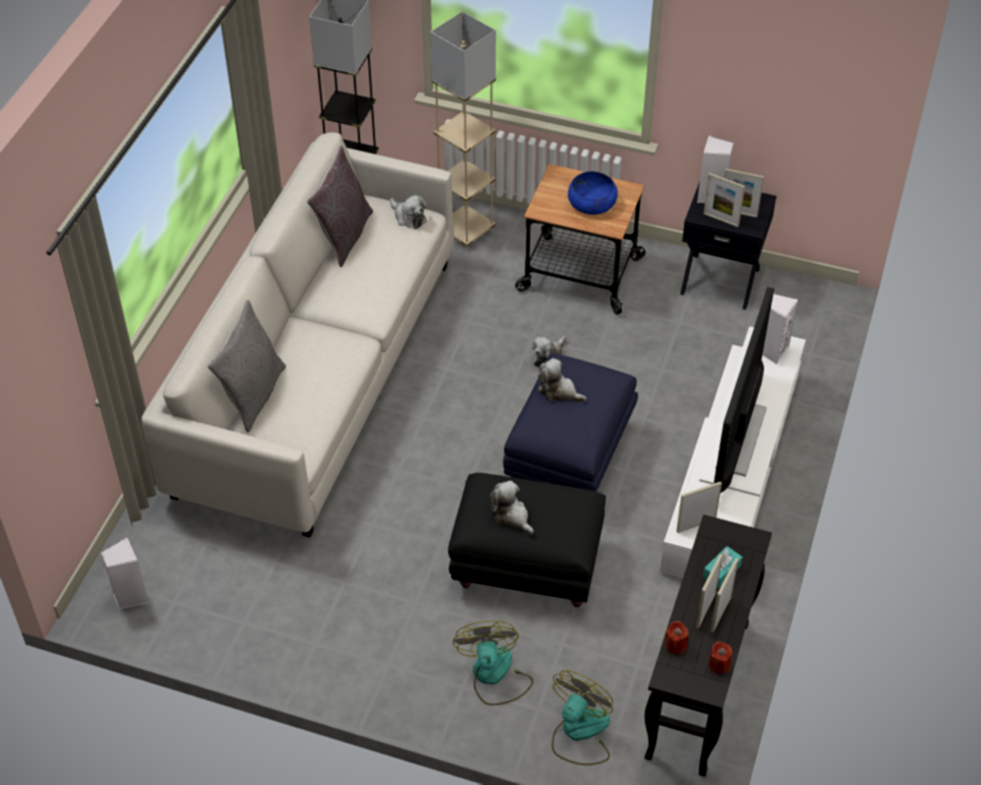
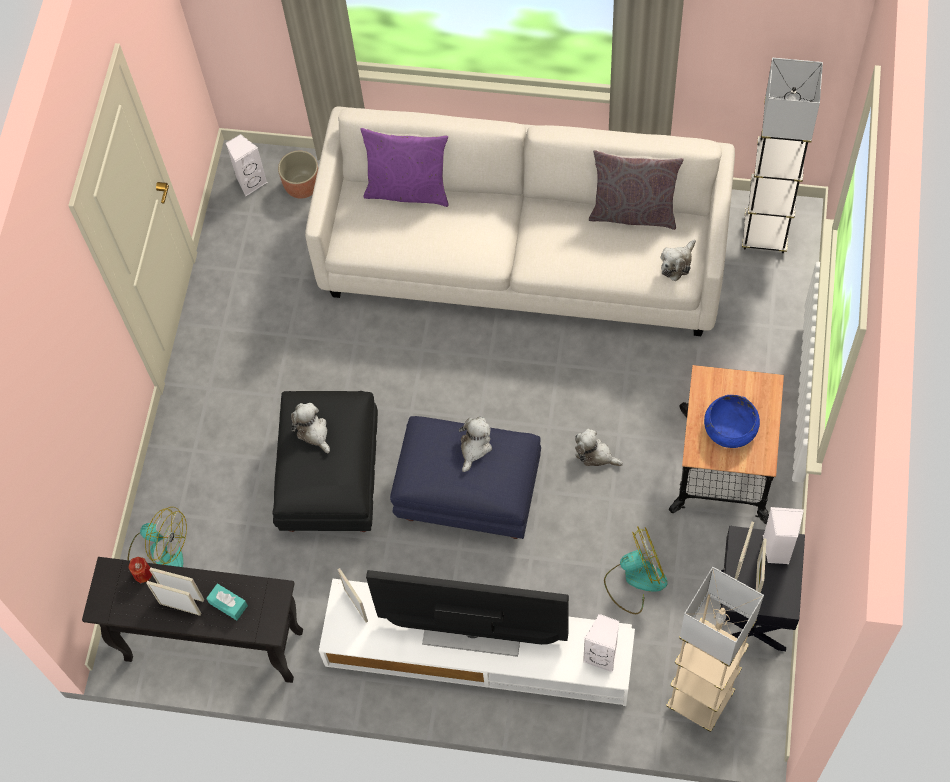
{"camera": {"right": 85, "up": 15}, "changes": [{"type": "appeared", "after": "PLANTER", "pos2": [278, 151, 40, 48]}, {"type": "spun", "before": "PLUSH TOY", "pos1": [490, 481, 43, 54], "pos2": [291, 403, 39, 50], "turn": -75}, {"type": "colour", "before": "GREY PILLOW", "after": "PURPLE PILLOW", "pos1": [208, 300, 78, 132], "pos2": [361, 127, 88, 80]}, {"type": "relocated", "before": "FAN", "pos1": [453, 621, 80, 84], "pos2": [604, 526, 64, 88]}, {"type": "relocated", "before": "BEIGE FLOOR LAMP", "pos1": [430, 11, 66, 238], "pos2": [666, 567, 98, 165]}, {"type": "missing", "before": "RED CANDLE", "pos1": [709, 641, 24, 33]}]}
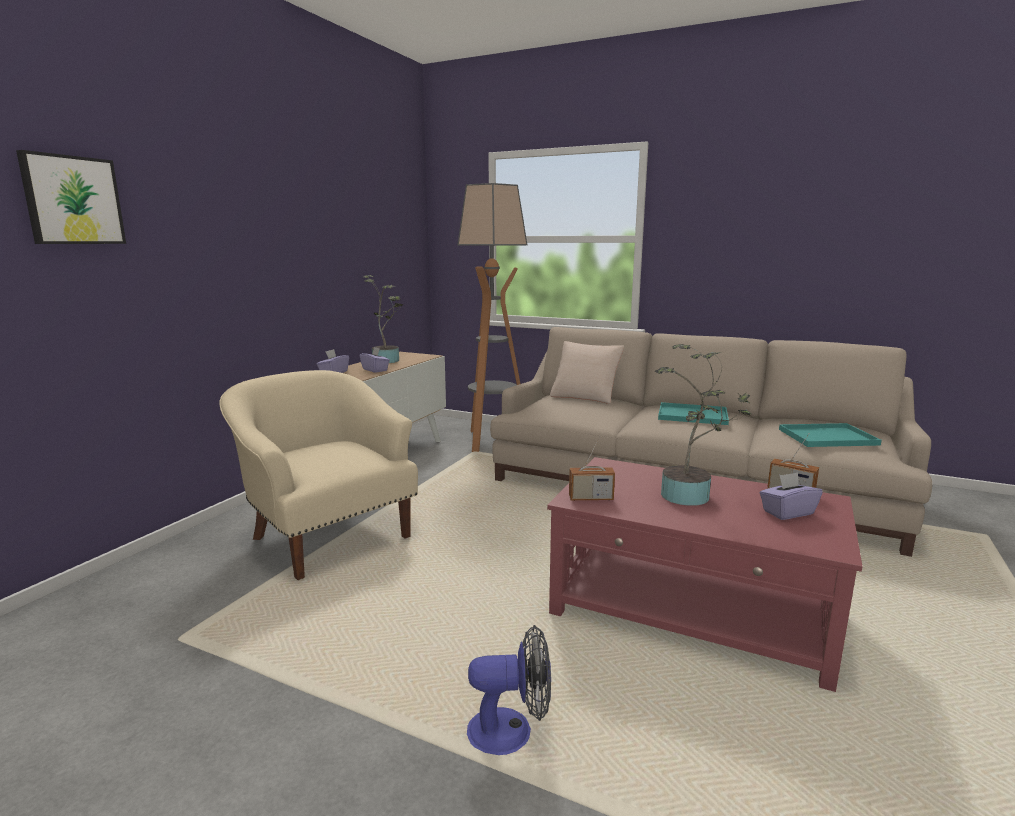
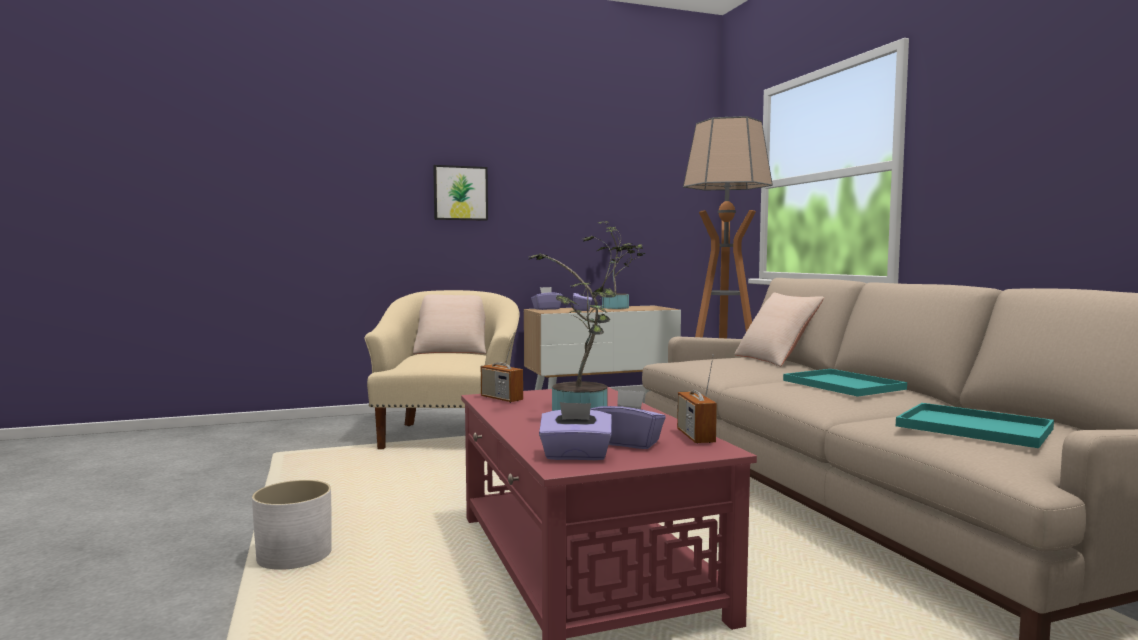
{"camera": {"right": 45, "up": -10}, "changes": [{"type": "exchanged", "before": "FAN", "after": "WHITE PLANTER", "pos1": [467, 625, 84, 130], "pos2": [252, 480, 80, 90]}, {"type": "appeared", "after": "BEIGE PILLOW", "pos2": [413, 294, 73, 60]}, {"type": "relocated", "before": "PICTURE", "pos1": [16, 150, 110, 94], "pos2": [433, 165, 55, 56]}, {"type": "appeared", "after": "PURPLE TISSUE BOX", "pos2": [539, 402, 73, 58]}]}
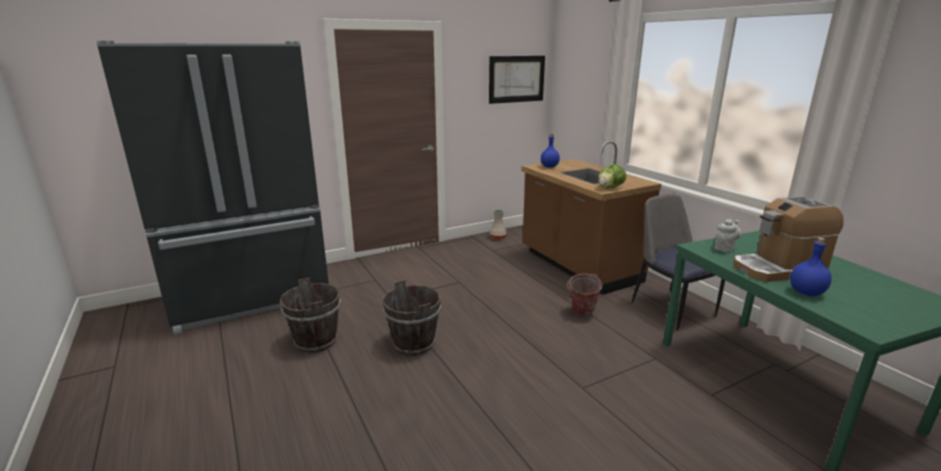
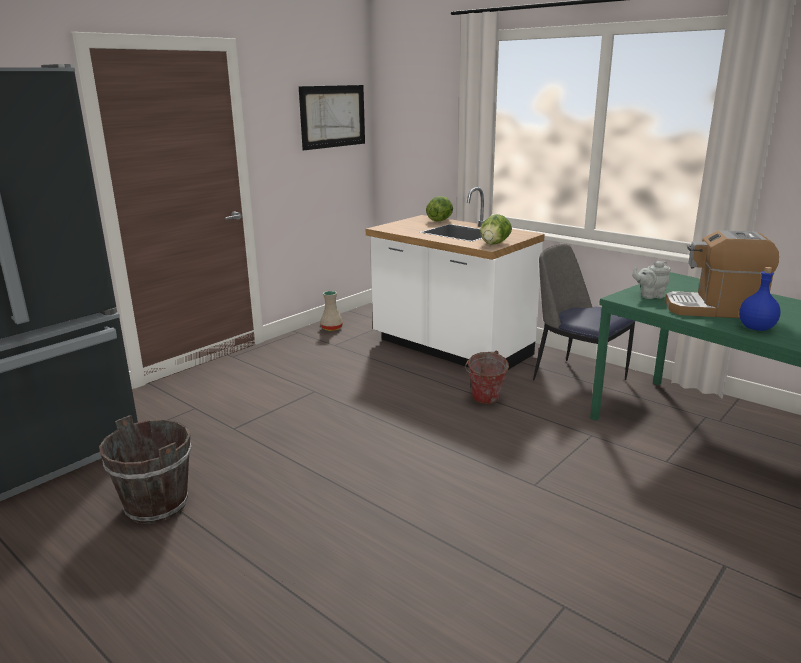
{"camera": {"right": -20, "up": 0}, "changes": [{"type": "colour", "before": "BROWN COUNTER", "after": "WHITE COUNTER", "pos1": [521, 141, 140, 154], "pos2": [366, 187, 179, 183]}, {"type": "appeared", "after": "LETTUCE", "pos2": [426, 196, 27, 26]}, {"type": "spun", "before": "GREY TEAPOT", "pos1": [714, 219, 28, 34], "pos2": [632, 261, 39, 38], "turn": -120}, {"type": "spun", "before": "COFFEE MACHINE", "pos1": [733, 196, 111, 86], "pos2": [665, 230, 114, 88], "turn": 45}, {"type": "missing", "before": "BROWN BUCKET", "pos1": [382, 280, 59, 75]}, {"type": "missing", "before": "BLUE BOTTLE", "pos1": [541, 134, 19, 34]}]}
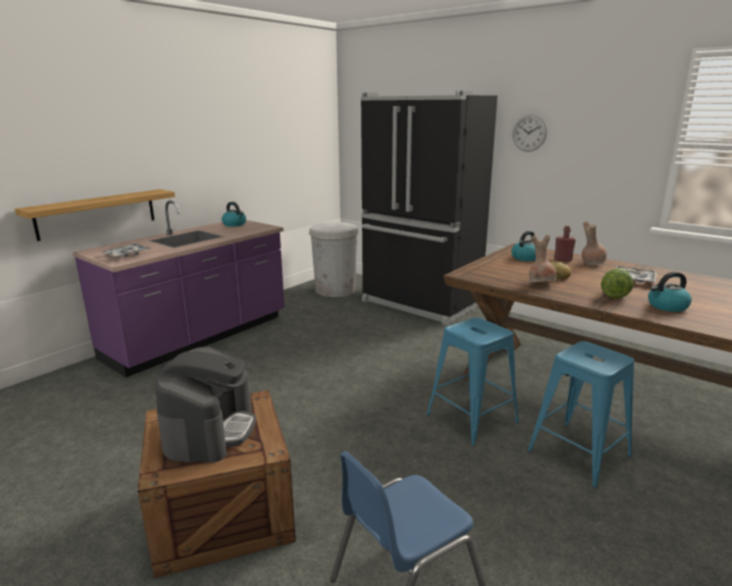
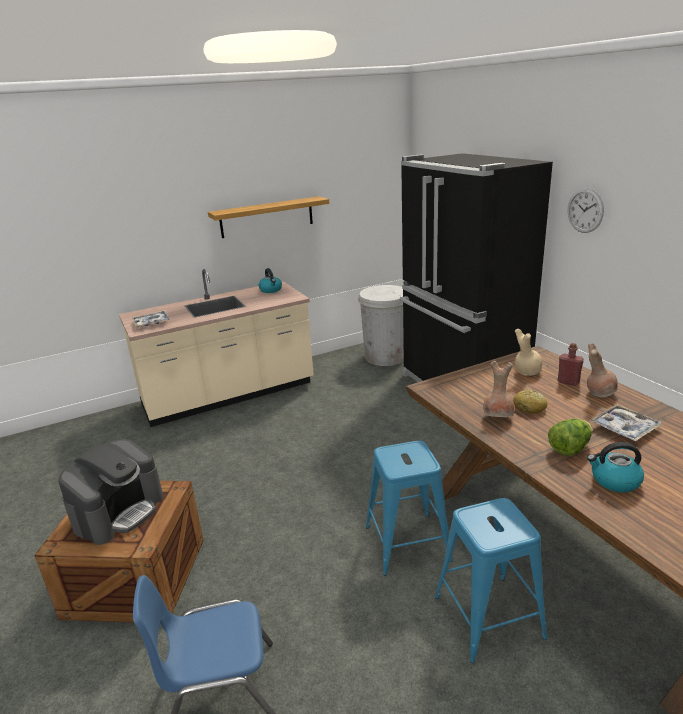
{"camera": {"right": 25, "up": 5}, "changes": [{"type": "colour", "before": "PURPLE COUNTER", "after": "BEIGE COUNTER", "pos1": [72, 200, 213, 177], "pos2": [119, 269, 195, 158]}, {"type": "relocated", "before": "SHELF", "pos1": [15, 189, 160, 52], "pos2": [208, 196, 121, 42]}, {"type": "exchanged", "before": "KETTLE", "after": "BEIGE VASE", "pos1": [511, 231, 28, 30], "pos2": [514, 329, 28, 47]}]}
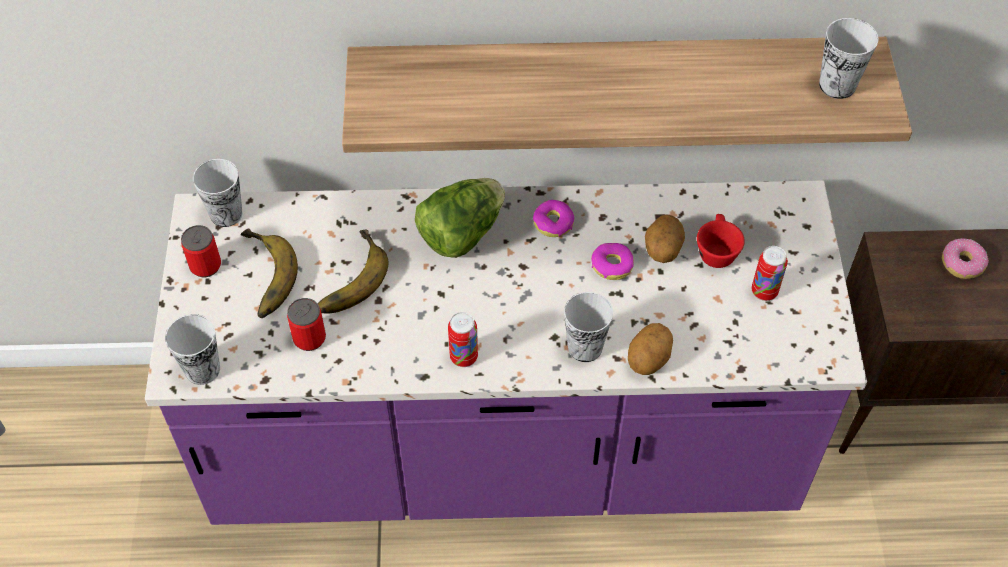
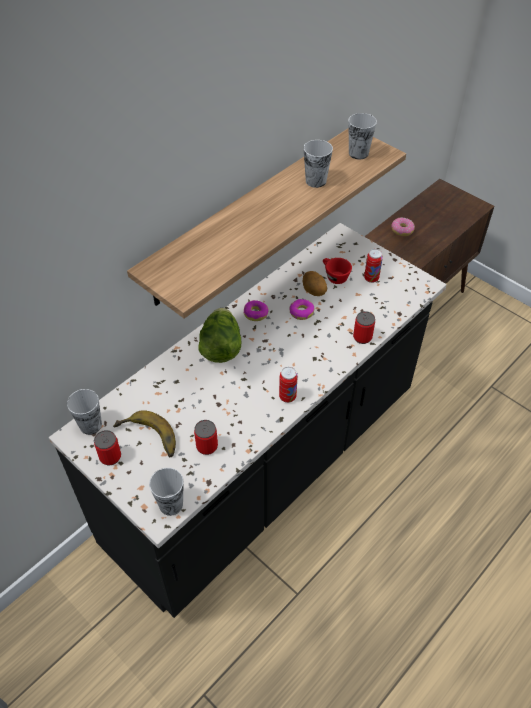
{"camera": {"right": -45, "up": -5}, "changes": [{"type": "colour", "before": "PURPLE COUNTER", "after": "BLACK COUNTER", "pos1": [145, 180, 722, 345], "pos2": [49, 223, 398, 395]}, {"type": "relocated", "before": "CUP", "pos1": [564, 292, 49, 70], "pos2": [304, 140, 29, 48]}, {"type": "exchanged", "before": "POTATO", "after": "CAN", "pos1": [628, 323, 45, 52], "pos2": [353, 311, 22, 33]}, {"type": "missing", "before": "BANANA", "pos1": [317, 230, 71, 84]}]}
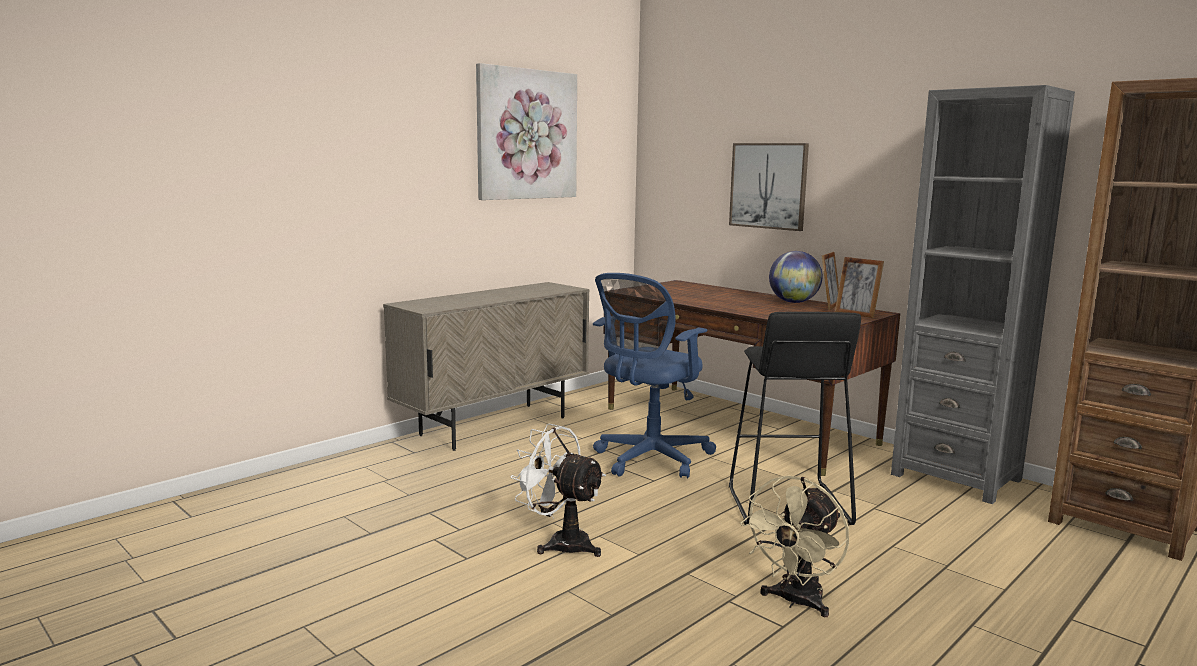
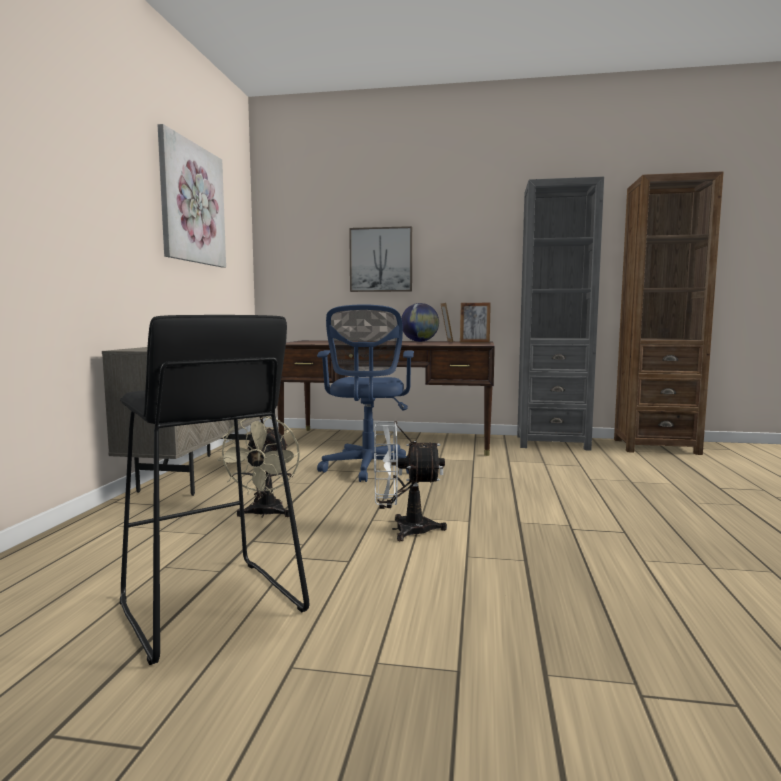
{"camera": {"right": -35, "up": -5}, "changes": [{"type": "relocated", "before": "BLACK STOOL", "pos1": [729, 312, 132, 213], "pos2": [120, 315, 189, 350]}, {"type": "relocated", "before": "BEIGE FAN", "pos1": [740, 475, 109, 143], "pos2": [217, 416, 83, 102]}]}
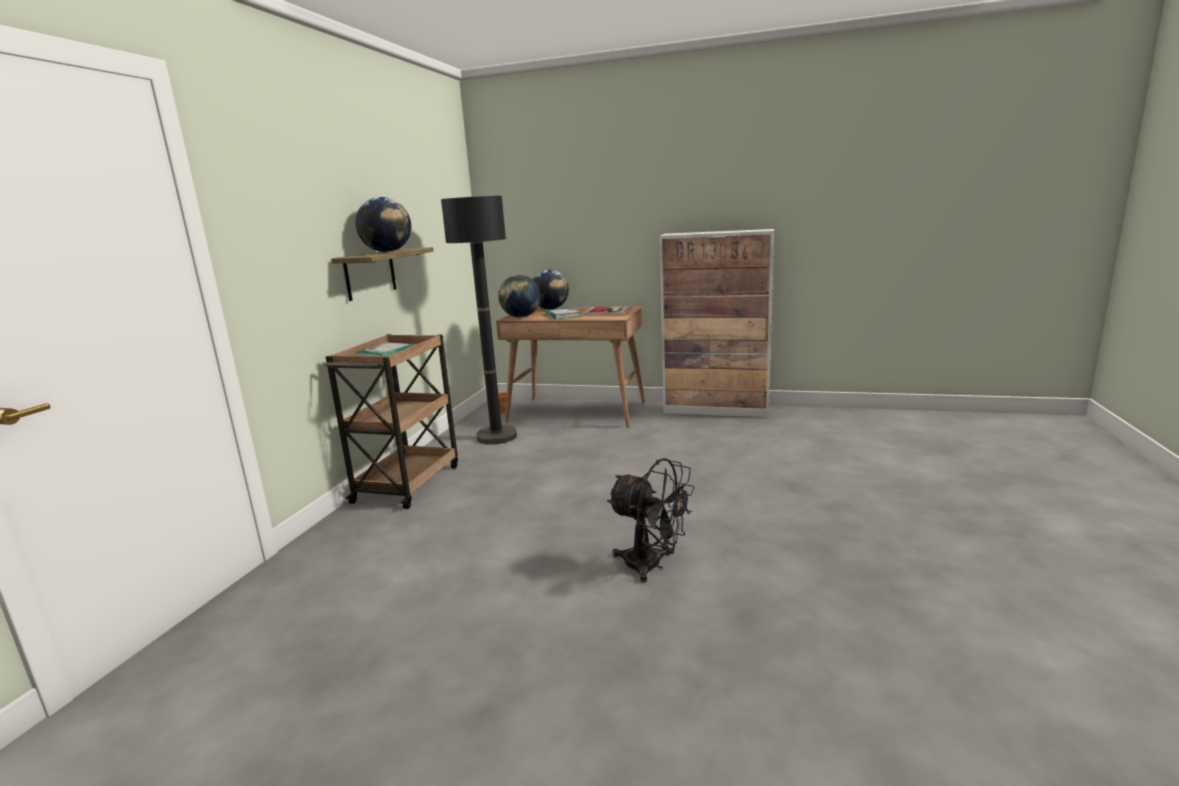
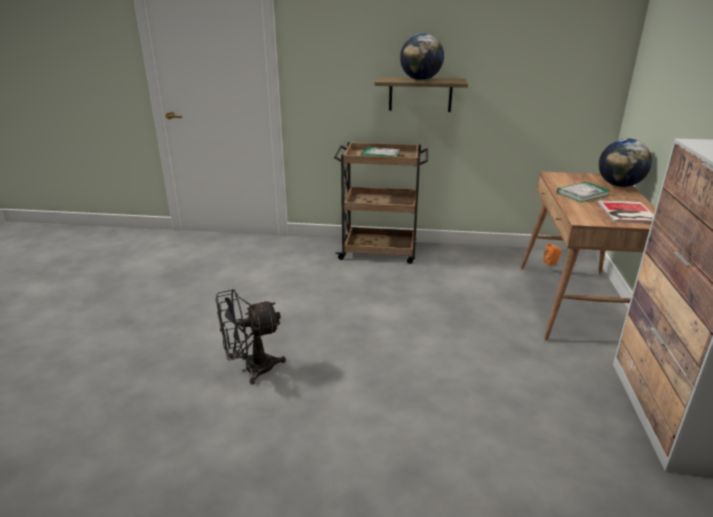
{"camera": {"right": 80, "up": 10}, "changes": [{"type": "spun", "before": "BLACK FAN", "pos1": [607, 458, 88, 125], "pos2": [216, 289, 70, 96], "turn": 45}, {"type": "missing", "before": "BLACK FLOOR LAMP", "pos1": [441, 196, 76, 249]}, {"type": "missing", "before": "GLOBE", "pos1": [498, 275, 43, 42]}]}
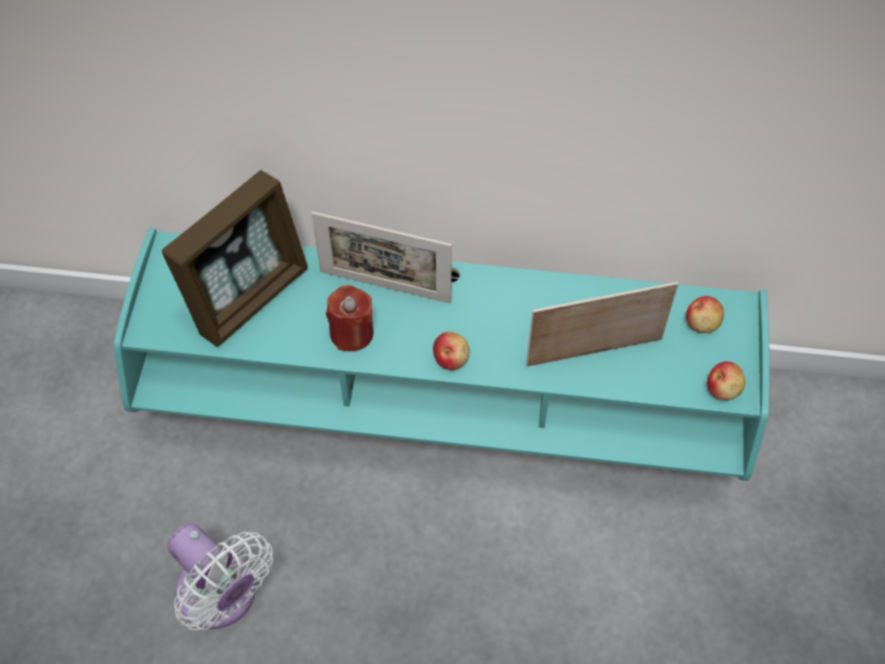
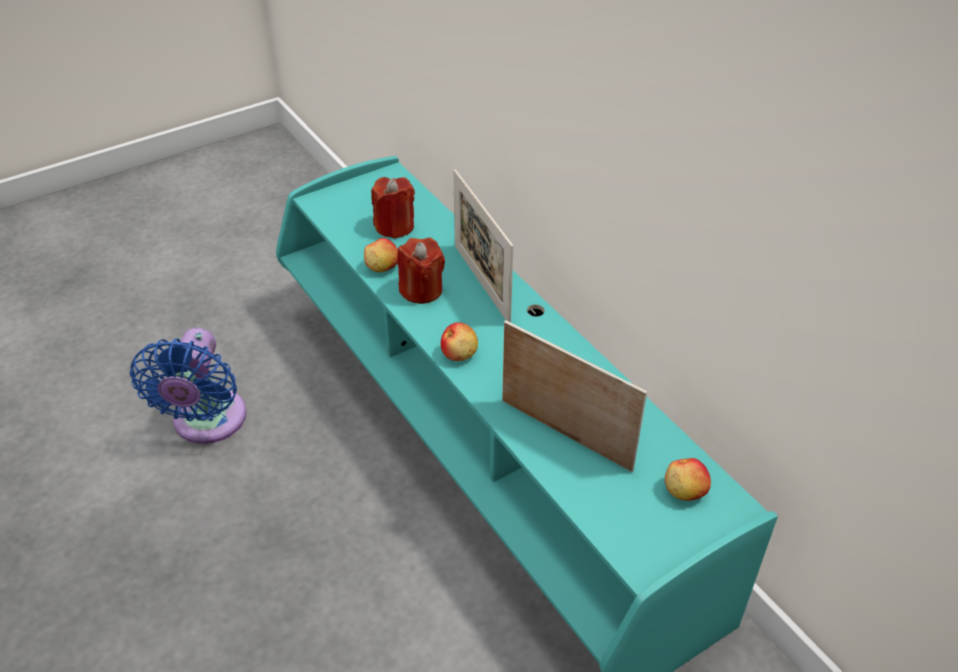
{"camera": {"right": 50, "up": -15}, "changes": [{"type": "colour", "before": "WHITE FAN", "after": "BLUE FAN", "pos1": [168, 523, 105, 107], "pos2": [130, 328, 117, 116]}, {"type": "relocated", "before": "APPLE", "pos1": [707, 362, 39, 38], "pos2": [364, 238, 34, 34]}, {"type": "exchanged", "before": "PICTURE FRAME", "after": "RED CANDLE", "pos1": [162, 170, 146, 177], "pos2": [371, 177, 44, 62]}]}
